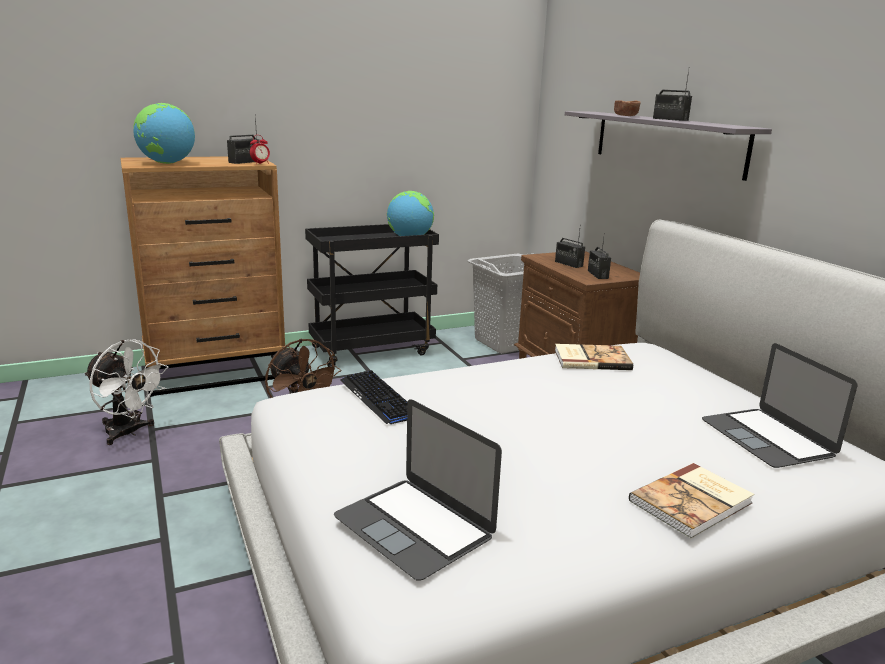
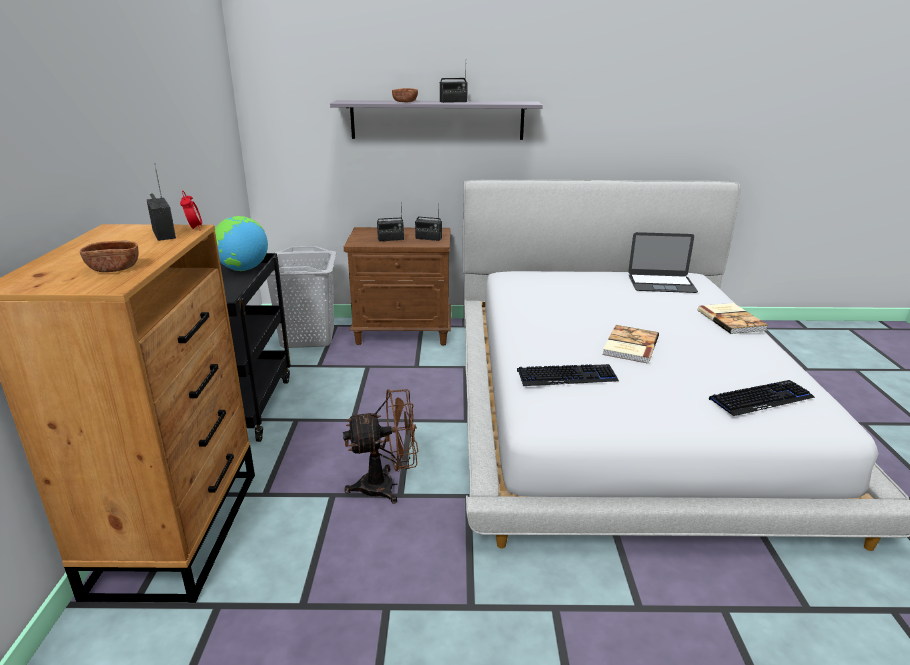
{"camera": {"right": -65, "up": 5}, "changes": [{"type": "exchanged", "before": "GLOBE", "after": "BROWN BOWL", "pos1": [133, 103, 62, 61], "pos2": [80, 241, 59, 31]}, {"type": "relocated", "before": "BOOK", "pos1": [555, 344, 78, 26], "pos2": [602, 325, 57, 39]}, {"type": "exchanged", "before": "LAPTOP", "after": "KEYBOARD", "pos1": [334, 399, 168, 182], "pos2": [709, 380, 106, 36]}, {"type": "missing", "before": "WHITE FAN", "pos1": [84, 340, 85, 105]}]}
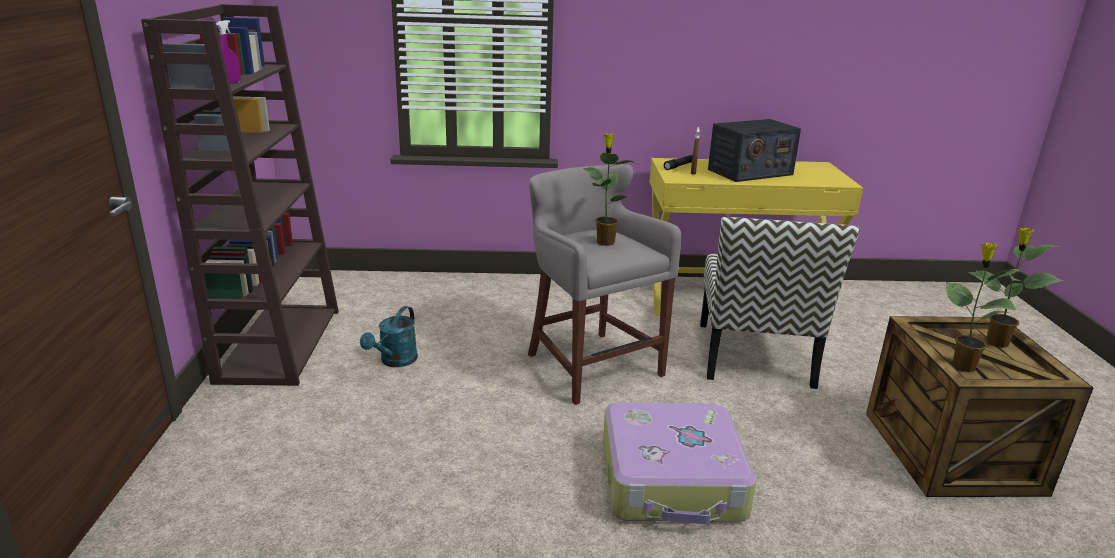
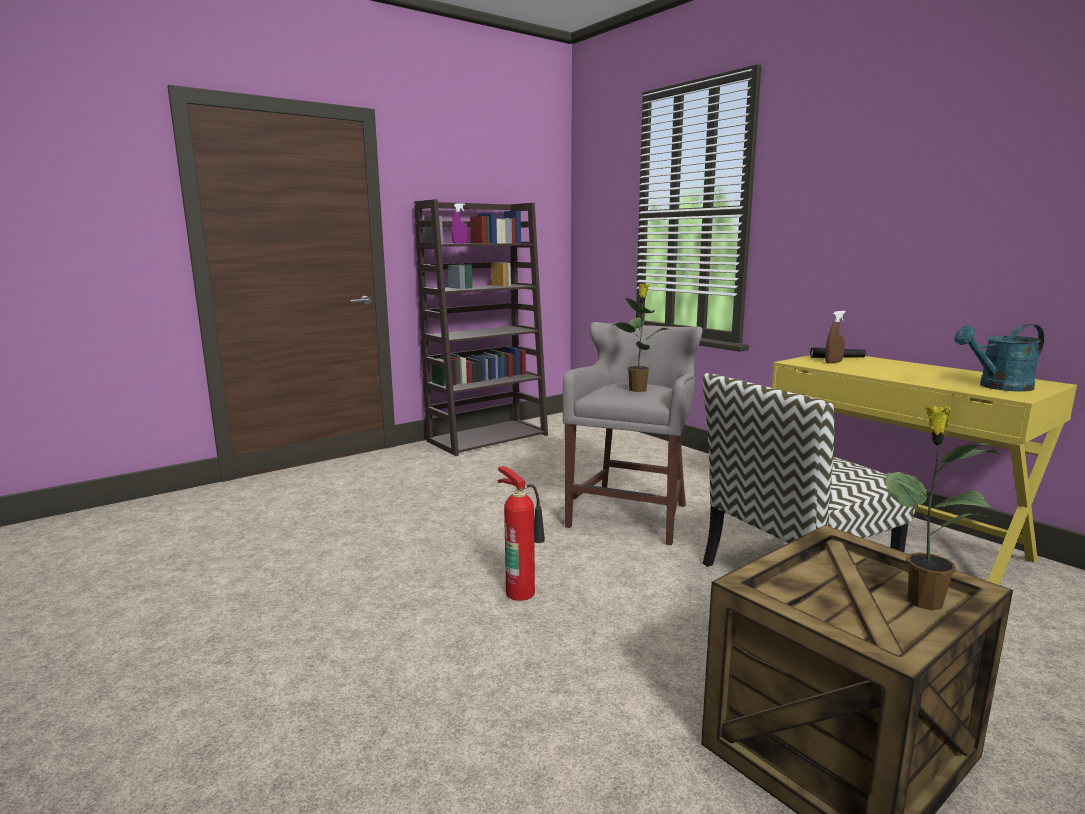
{"camera": {"right": 55, "up": -10}, "changes": [{"type": "exchanged", "before": "SUITCASE", "after": "FIRE EXTINGUISHER", "pos1": [603, 403, 153, 121], "pos2": [498, 466, 47, 135]}, {"type": "relocated", "before": "TURQUOISE WATERING CAN", "pos1": [360, 306, 58, 61], "pos2": [954, 324, 91, 68]}, {"type": "missing", "before": "RADIO", "pos1": [708, 119, 93, 63]}, {"type": "missing", "before": "POTTED PLANT", "pos1": [946, 243, 78, 129]}]}
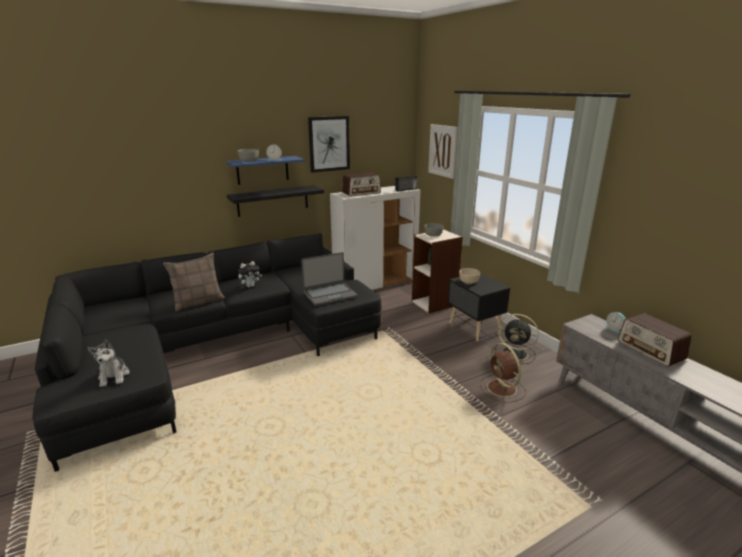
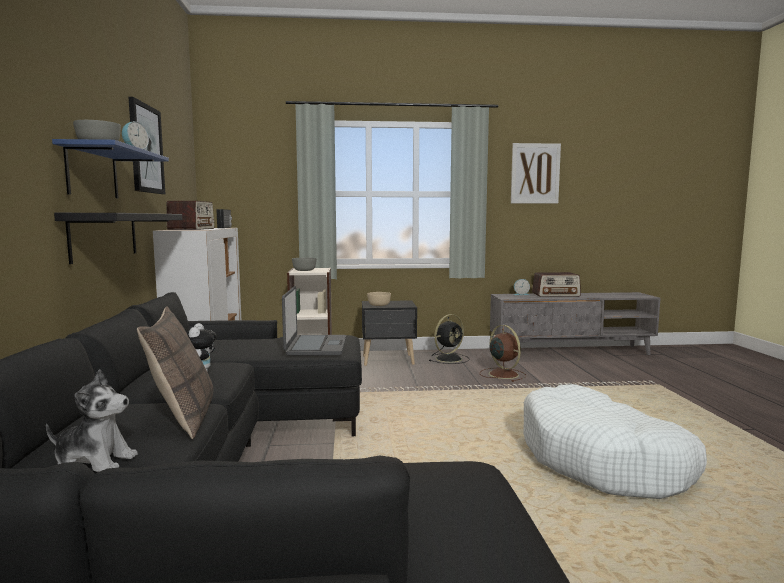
{"camera": {"right": -65, "up": -15}, "changes": [{"type": "relocated", "before": "PLUSH TOY", "pos1": [87, 339, 42, 48], "pos2": [46, 369, 92, 103]}, {"type": "spun", "before": "BROWN FAN", "pos1": [480, 343, 46, 60], "pos2": [480, 325, 46, 57], "turn": -120}, {"type": "relocated", "before": "PICTURE", "pos1": [428, 124, 30, 55], "pos2": [511, 143, 50, 61]}, {"type": "appeared", "after": "WHITE DOG BED", "pos2": [523, 384, 184, 115]}]}
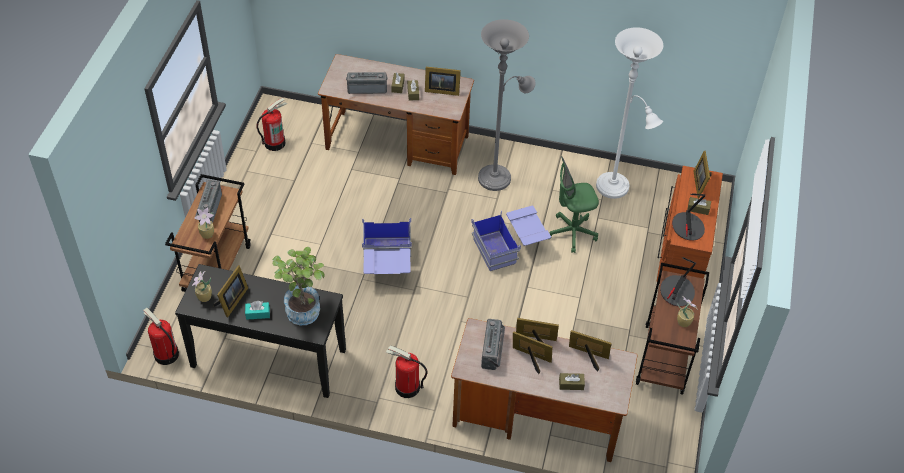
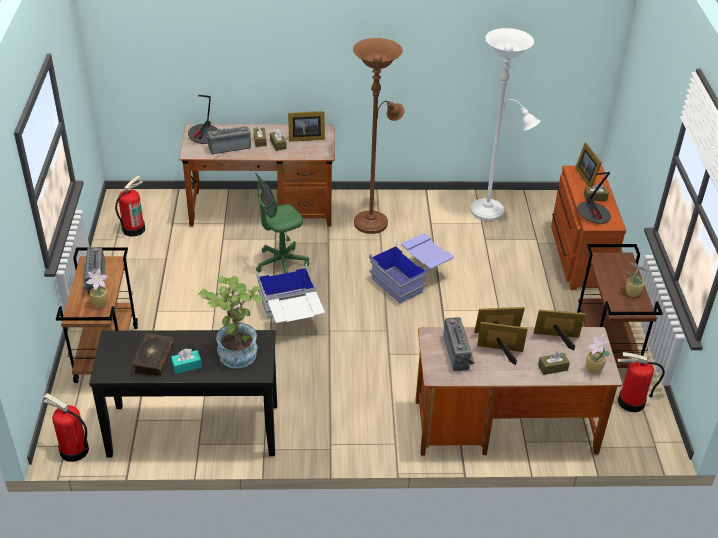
{"camera": {"right": -15, "up": -10}, "changes": [{"type": "exchanged", "before": "PICTURE FRAME", "after": "BOOK", "pos1": [214, 265, 34, 52], "pos2": [131, 333, 44, 44]}, {"type": "relocated", "before": "TABLE LAMP", "pos1": [660, 257, 36, 50], "pos2": [188, 95, 30, 49]}, {"type": "relocated", "before": "GREEN OFFICE CHAIR", "pos1": [549, 156, 50, 97], "pos2": [255, 172, 54, 101]}, {"type": "colour", "before": "BLUE STORAGE BOX", "after": "WHITE STORAGE BOX", "pos1": [362, 218, 50, 56], "pos2": [256, 264, 69, 59]}, {"type": "colour", "before": "GREY FLOOR LAMP", "after": "BROWN FLOOR LAMP", "pos1": [478, 19, 58, 172], "pos2": [353, 38, 52, 196]}, {"type": "relocated", "before": "POTTED PLANT", "pos1": [192, 271, 20, 31], "pos2": [586, 334, 24, 40]}, {"type": "relocated", "before": "FIRE EXTINGUISHER", "pos1": [386, 345, 42, 53], "pos2": [618, 352, 47, 60]}]}
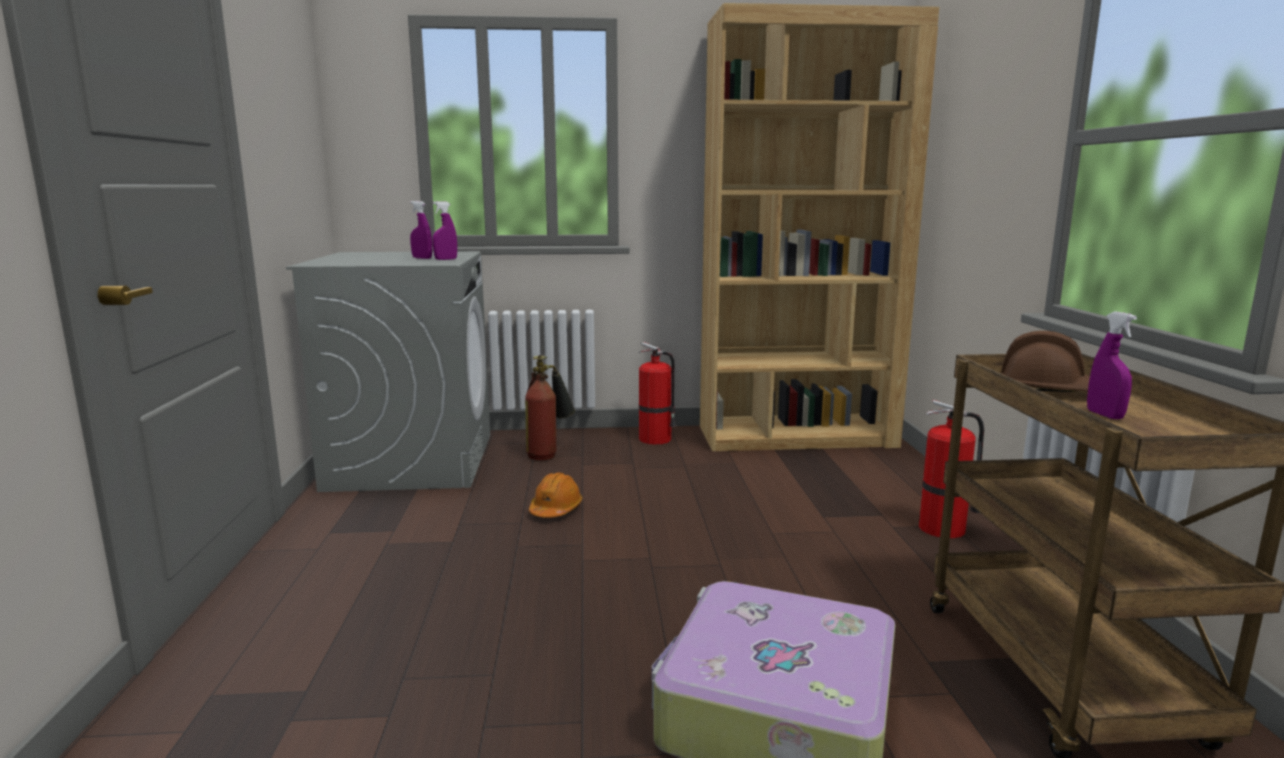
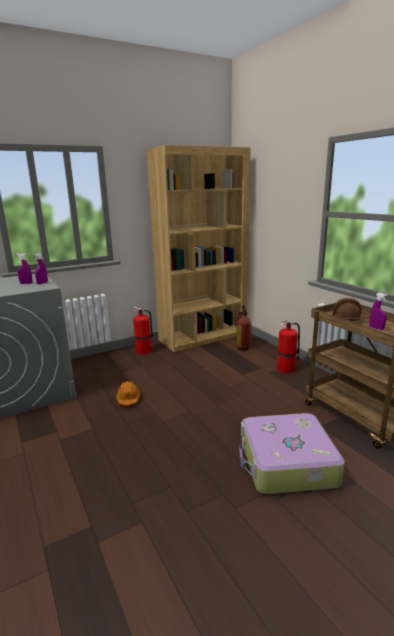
{"camera": {"right": -25, "up": 5}, "changes": [{"type": "relocated", "before": "FIRE EXTINGUISHER", "pos1": [525, 355, 50, 106], "pos2": [235, 304, 15, 47]}]}
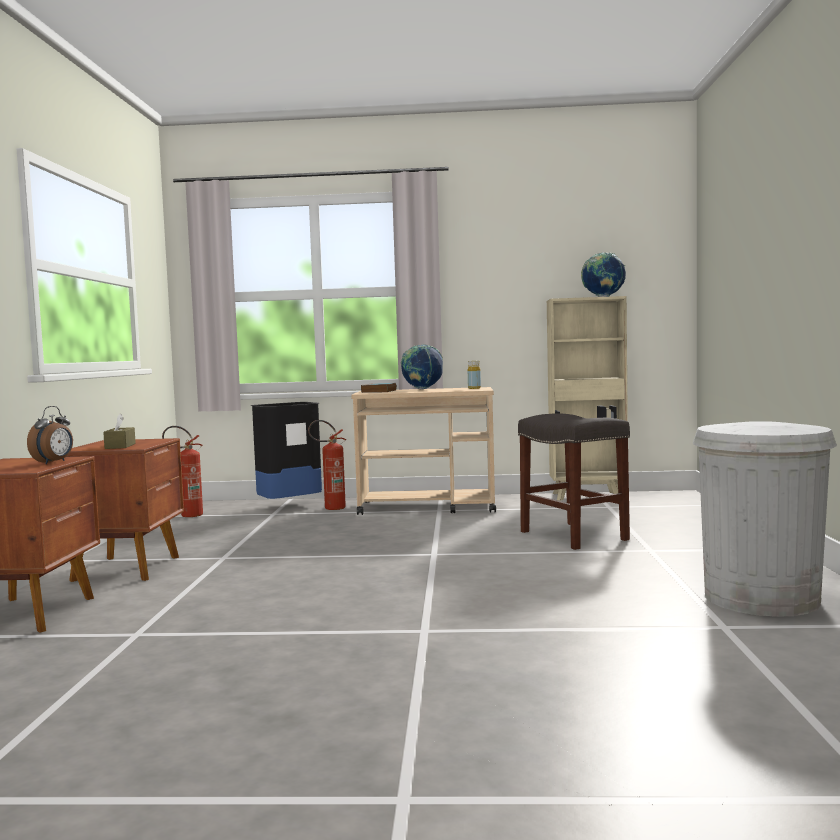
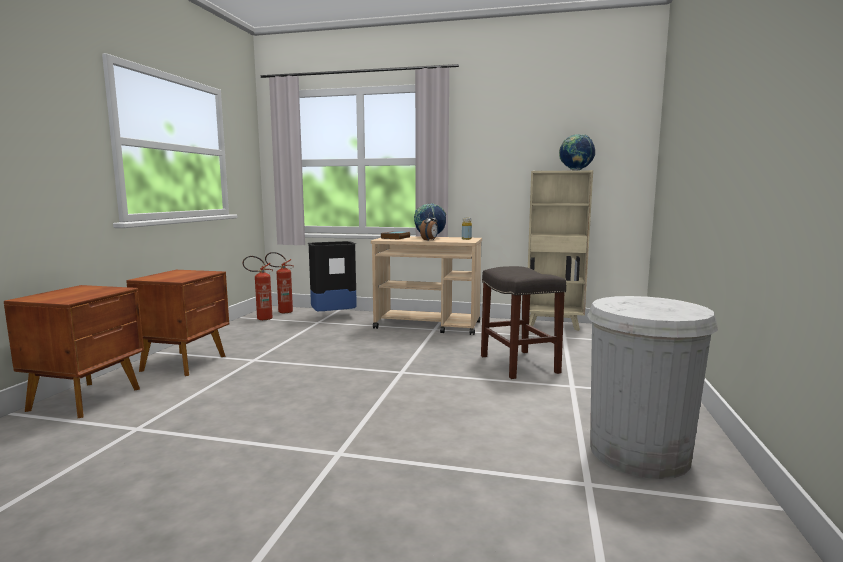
{"camera": {"right": 10, "up": 5}, "changes": [{"type": "relocated", "before": "FIRE EXTINGUISHER", "pos1": [308, 420, 38, 90], "pos2": [265, 252, 29, 61]}, {"type": "relocated", "before": "ALARM CLOCK", "pos1": [27, 406, 46, 58], "pos2": [420, 213, 18, 27]}, {"type": "missing", "before": "BROWN TISSUE BOX", "pos1": [103, 413, 33, 36]}]}
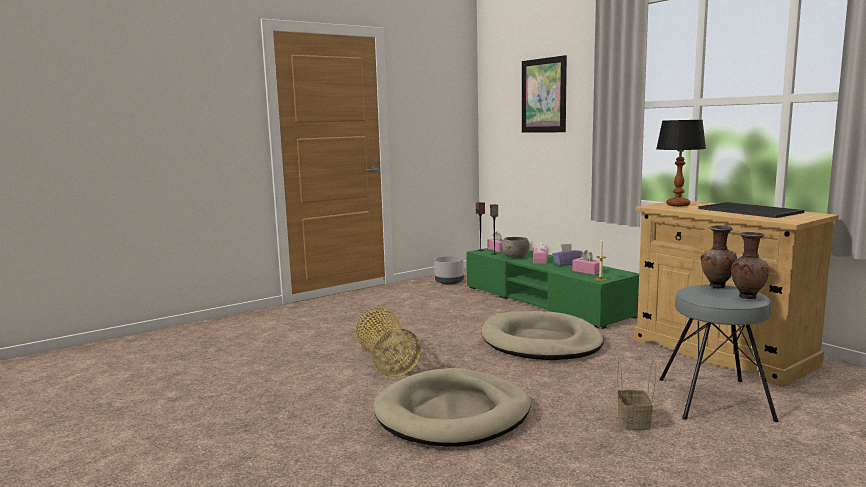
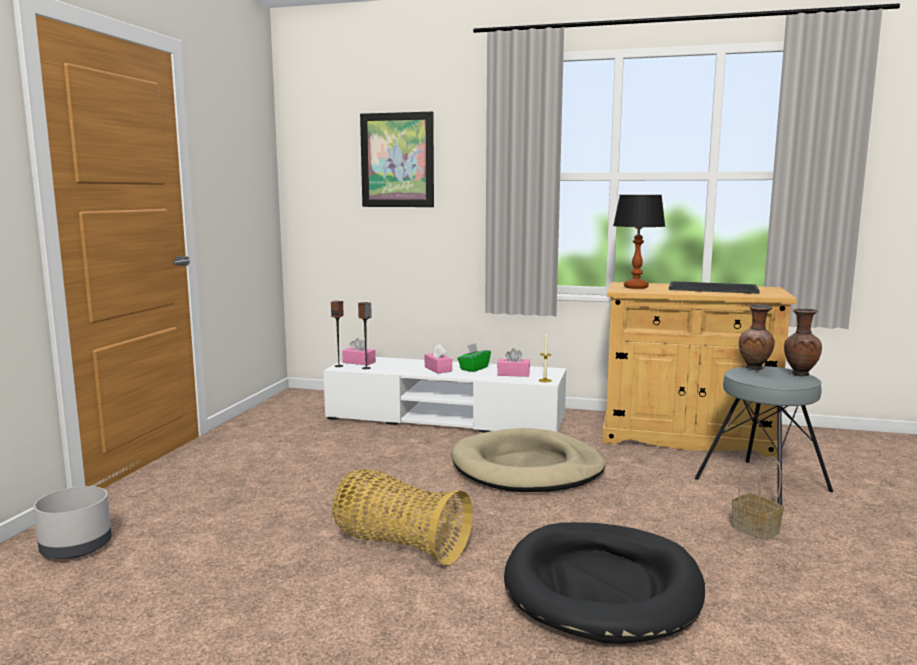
{"camera": {"right": -40, "up": 0}, "changes": [{"type": "relocated", "before": "GREY PLANTER", "pos1": [434, 256, 30, 28], "pos2": [33, 486, 79, 73]}, {"type": "colour", "before": "GREEN TV STAND", "after": "WHITE TV STAND", "pos1": [466, 248, 173, 81], "pos2": [324, 357, 242, 75]}, {"type": "colour", "before": "PURPLE TISSUE BOX", "after": "GREEN TISSUE BOX", "pos1": [552, 244, 30, 22], "pos2": [457, 343, 34, 29]}, {"type": "colour", "before": "BEIGE DOG BED", "after": "BLACK DOG BED", "pos1": [373, 368, 158, 79], "pos2": [504, 522, 201, 122]}, {"type": "missing", "before": "GREY BOWL", "pos1": [501, 237, 29, 21]}]}
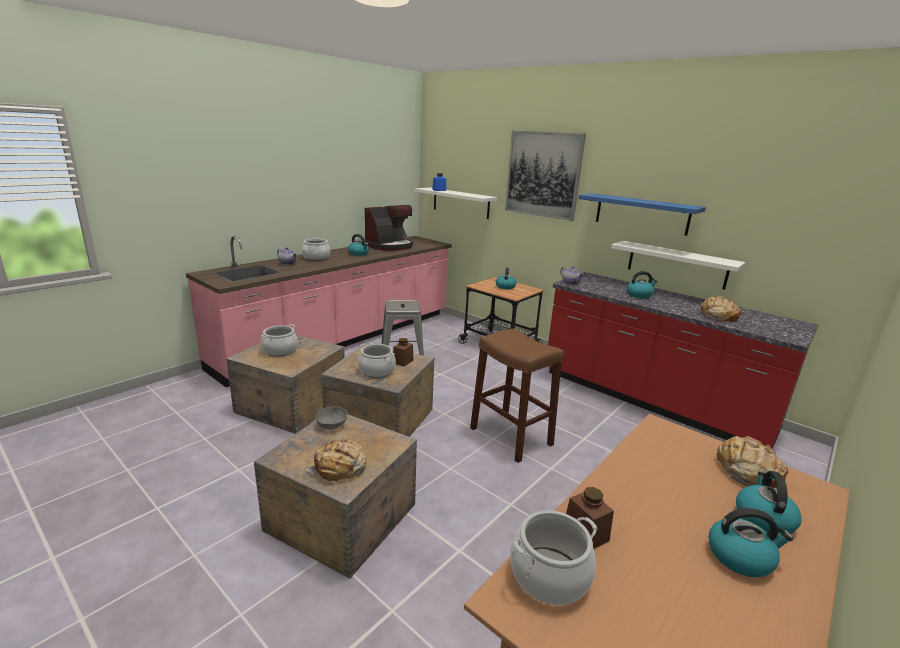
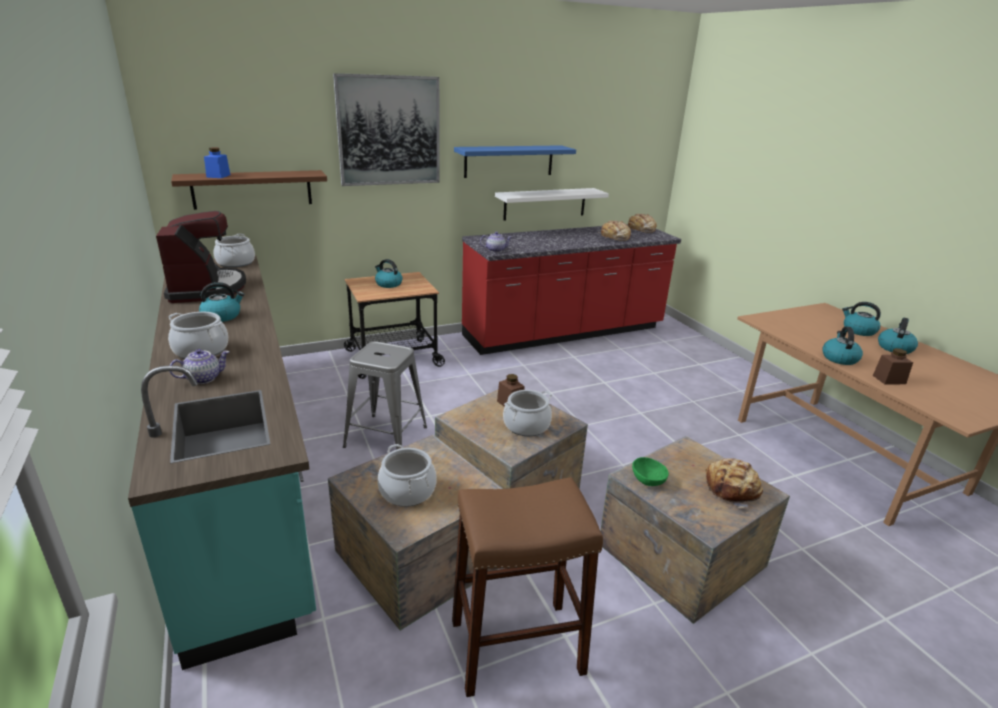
{"camera": {"right": -65, "up": 5}, "changes": [{"type": "colour", "before": "PINK COUNTER", "after": "TURQUOISE COUNTER", "pos1": [186, 236, 266, 151], "pos2": [128, 256, 188, 414]}, {"type": "colour", "before": "WHITE SHELF", "after": "BROWN SHELF", "pos1": [415, 187, 82, 32], "pos2": [171, 170, 156, 40]}, {"type": "relocated", "before": "COOKING POT", "pos1": [510, 510, 87, 95], "pos2": [213, 234, 42, 33]}, {"type": "relocated", "before": "BROWN STOOL", "pos1": [470, 328, 94, 135], "pos2": [452, 477, 151, 220]}, {"type": "relocated", "before": "BREAD", "pos1": [715, 436, 73, 52], "pos2": [627, 214, 29, 19]}, {"type": "colour", "before": "GREY BOWL", "after": "GREEN BOWL", "pos1": [316, 406, 31, 23], "pos2": [632, 457, 37, 29]}, {"type": "relocated", "before": "KETTLE", "pos1": [626, 271, 31, 27], "pos2": [822, 326, 41, 39]}]}
